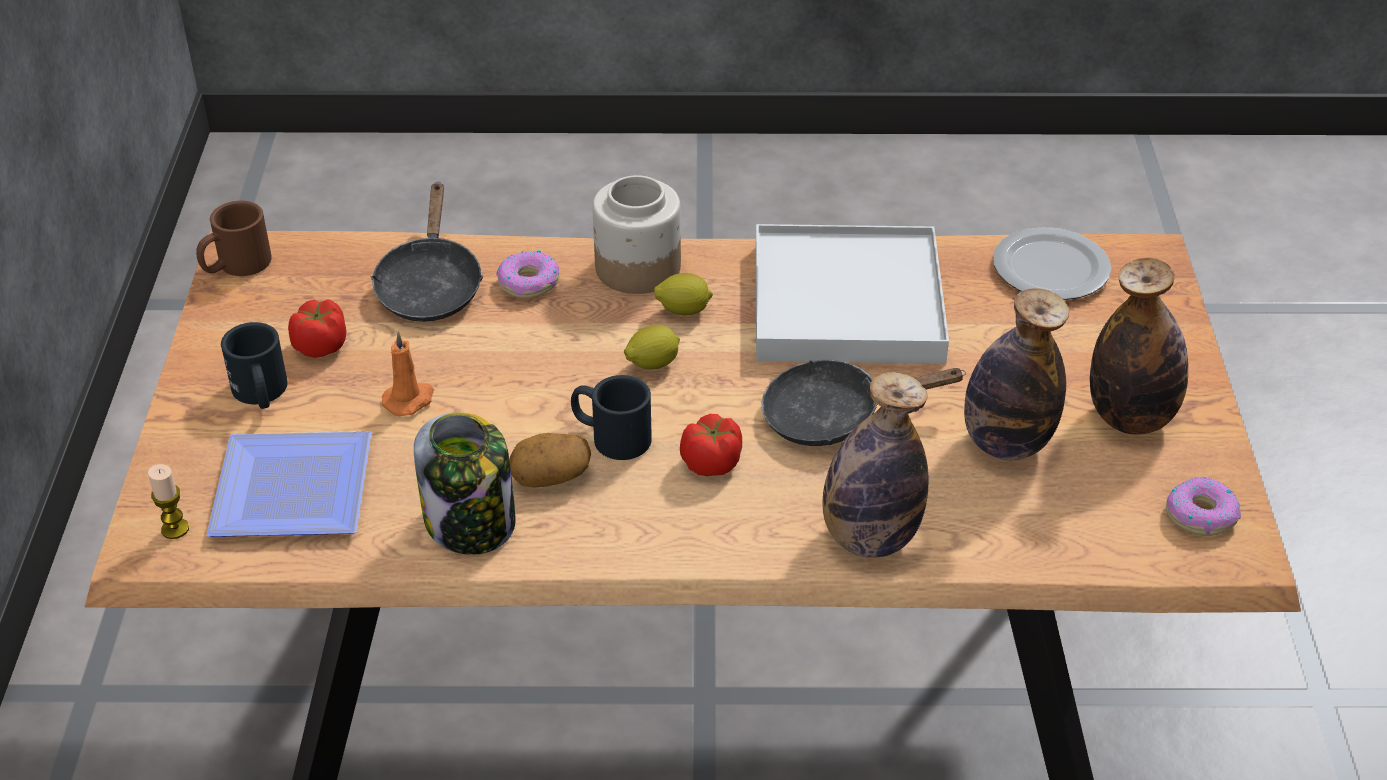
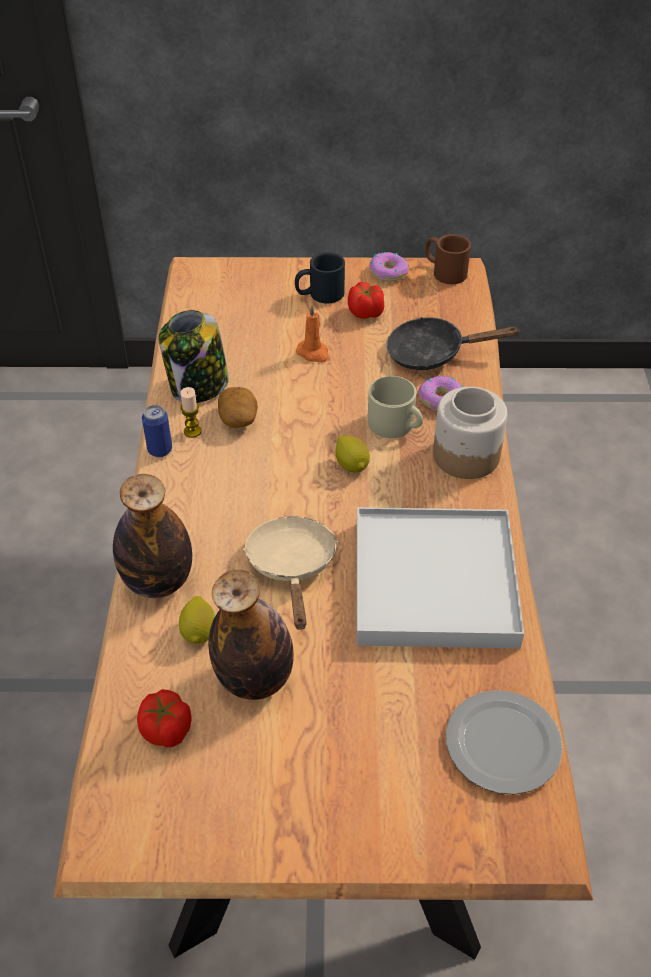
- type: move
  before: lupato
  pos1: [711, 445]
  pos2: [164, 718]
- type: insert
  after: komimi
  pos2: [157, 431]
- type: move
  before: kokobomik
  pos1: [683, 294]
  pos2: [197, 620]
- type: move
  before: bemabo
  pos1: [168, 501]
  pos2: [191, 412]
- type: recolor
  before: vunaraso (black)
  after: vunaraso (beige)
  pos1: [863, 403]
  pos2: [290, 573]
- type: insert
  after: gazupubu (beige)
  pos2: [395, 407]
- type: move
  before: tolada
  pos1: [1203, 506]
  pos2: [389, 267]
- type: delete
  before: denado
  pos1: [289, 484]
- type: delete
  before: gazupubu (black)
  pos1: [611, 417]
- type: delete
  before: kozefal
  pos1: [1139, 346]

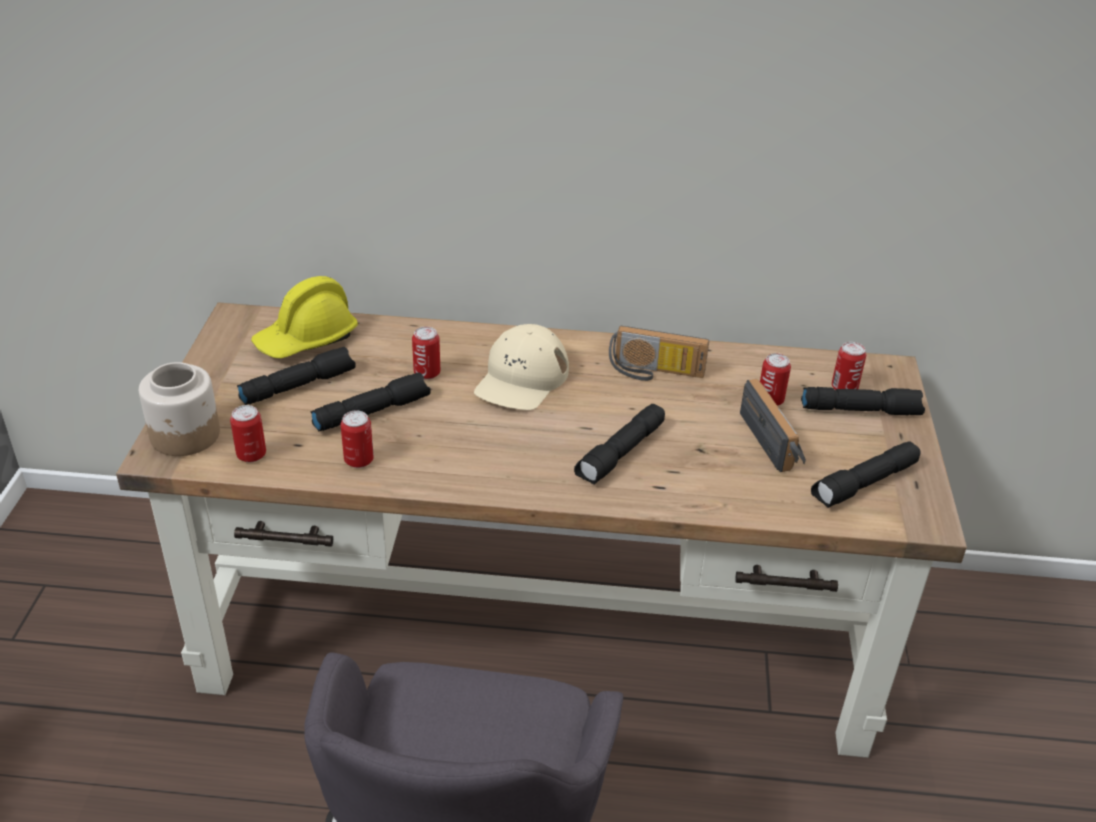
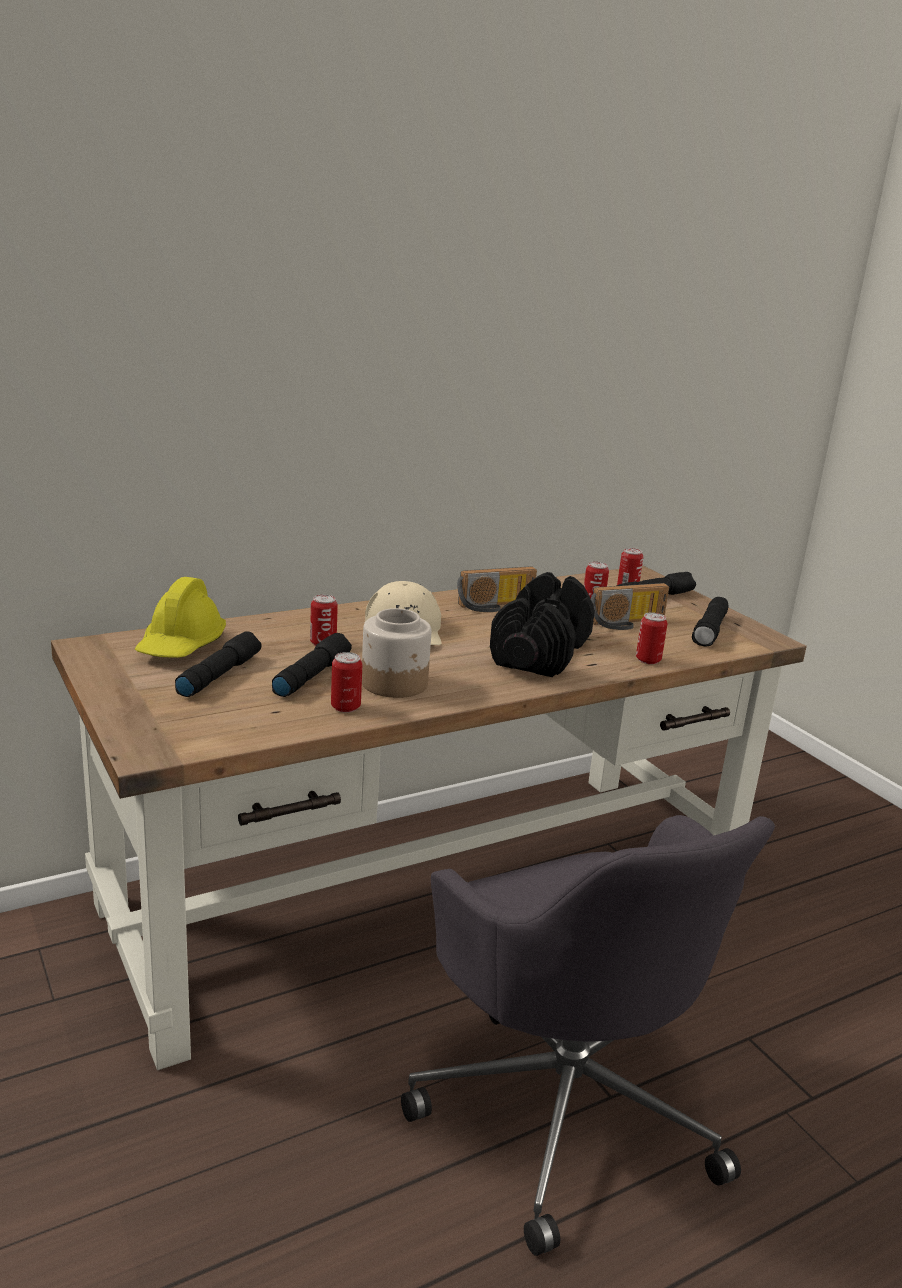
- type: move
  before: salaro
  pos1: [179, 409]
  pos2: [396, 653]
- type: replace
  before: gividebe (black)
  after: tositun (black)
  pos1: [619, 444]
  pos2: [542, 624]
- type: rotate
  before: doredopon
  pos1: [773, 425]
  pos2: [630, 606]
  turn: 120
- type: move
  before: komimi
  pos1: [248, 433]
  pos2: [652, 638]

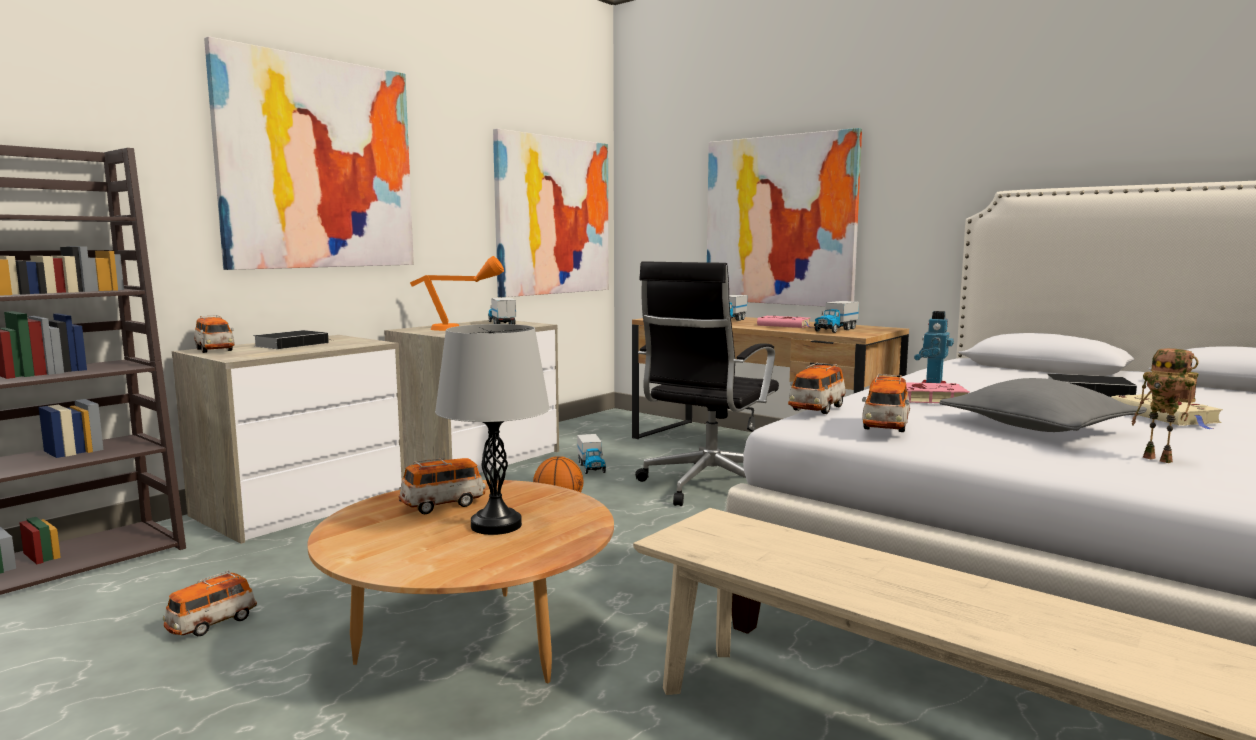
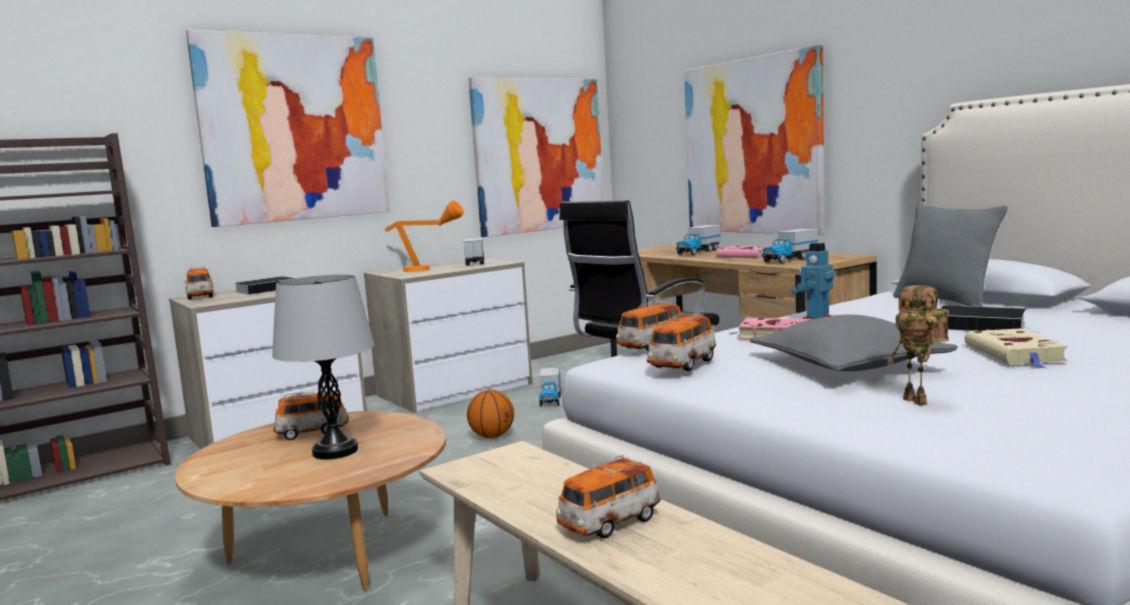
- type: move
  before: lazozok
  pos1: [210, 603]
  pos2: [608, 496]
- type: insert
  after: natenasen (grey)
  pos2: [950, 255]

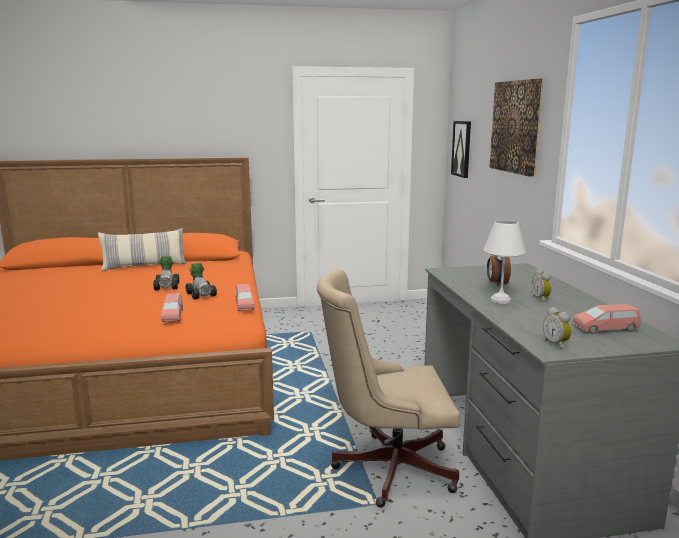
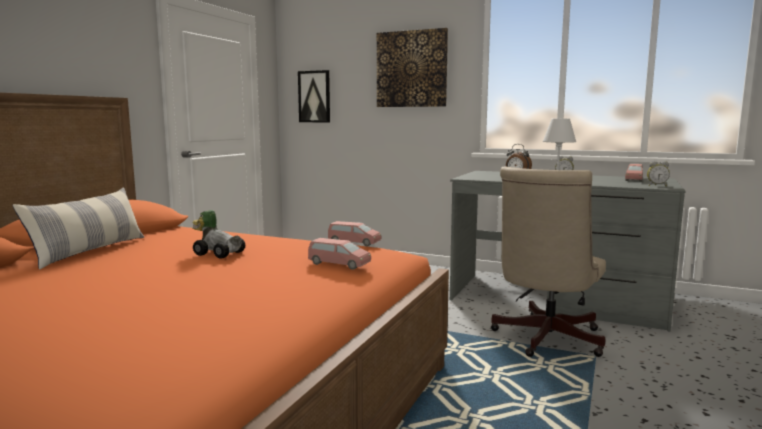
- type: delete
  before: lazozok
  pos1: [201, 281]

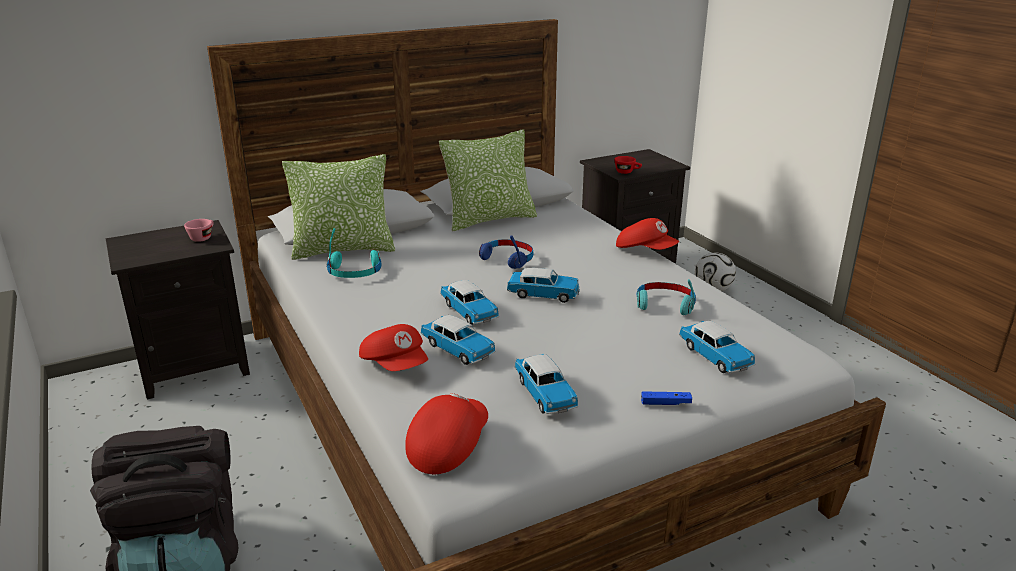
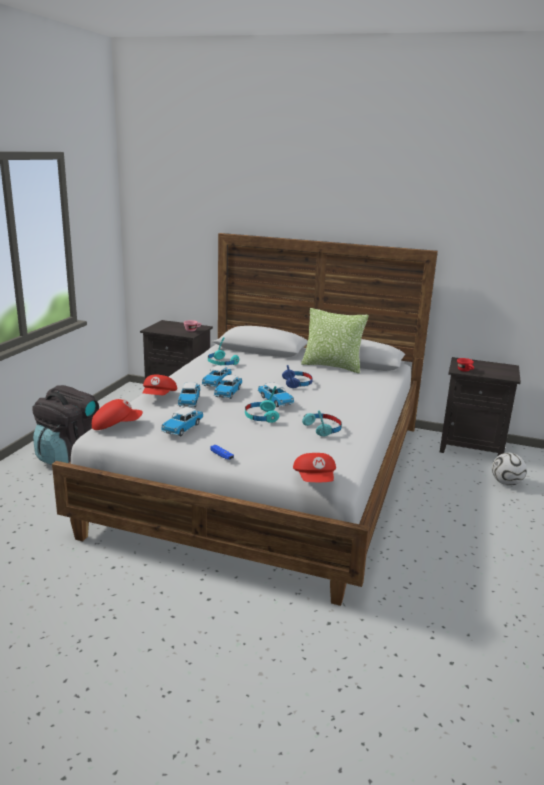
- type: move
  before: lazozok
  pos1: [717, 347]
  pos2: [217, 376]
- type: insert
  after: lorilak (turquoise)
  pos2: [262, 404]
- type: move
  before: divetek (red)
  pos1: [647, 234]
  pos2: [314, 467]
- type: delete
  before: natenasen
  pos1: [338, 207]

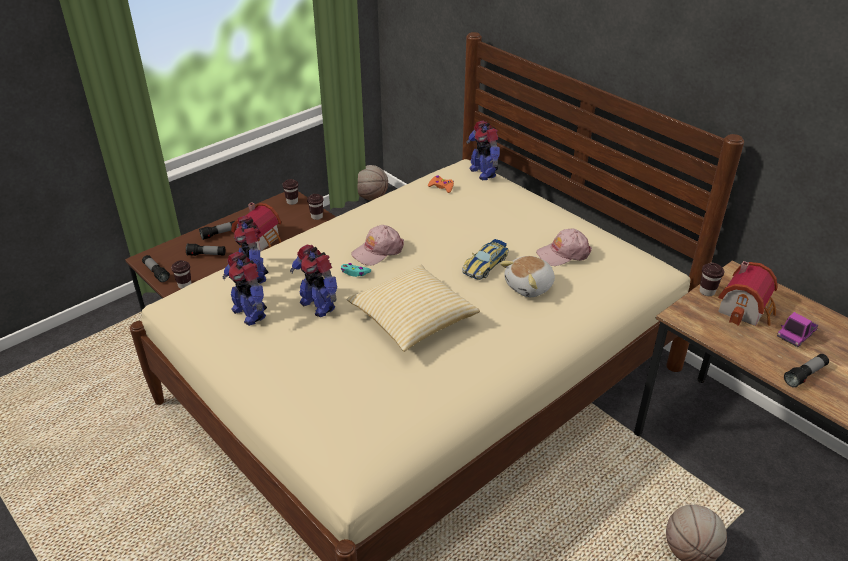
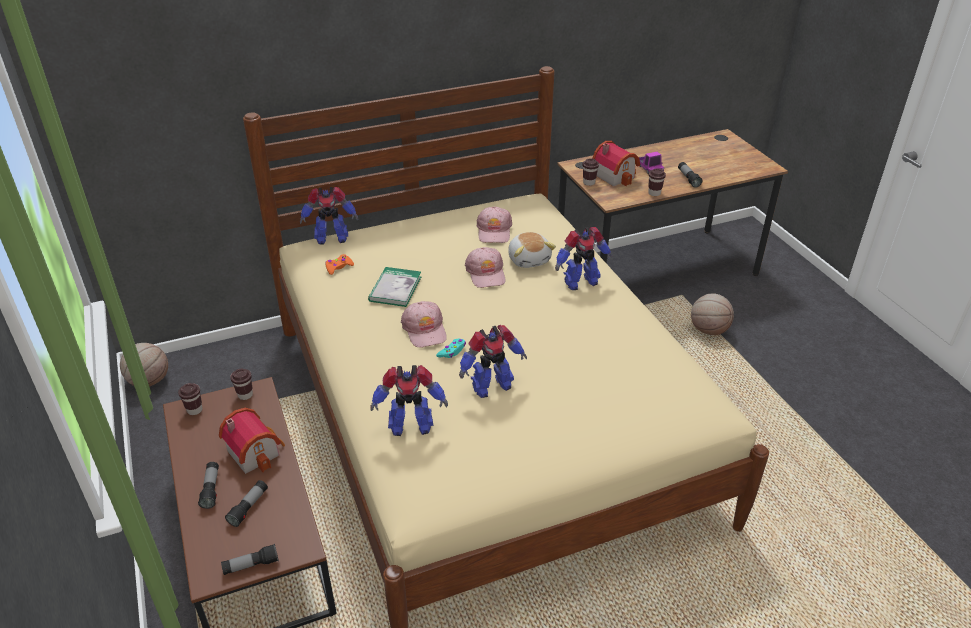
- type: insert
  after: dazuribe
  pos2: [394, 287]
- type: replace
  before: lazozok
  after: divetek (pink)
  pos1: [485, 259]
  pos2: [485, 267]
- type: move
  before: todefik
  pos1: [245, 289]
  pos2: [584, 258]
- type: move
  before: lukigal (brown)
  pos1: [181, 274]
  pos2: [657, 182]
- type: delete
  before: natenasen
  pos1: [413, 308]

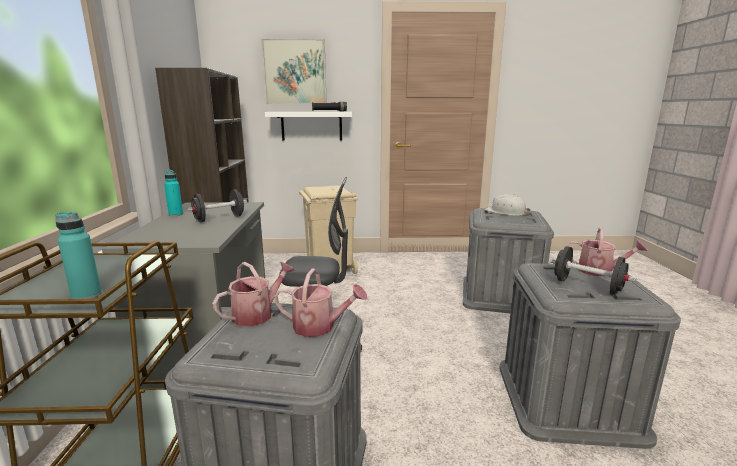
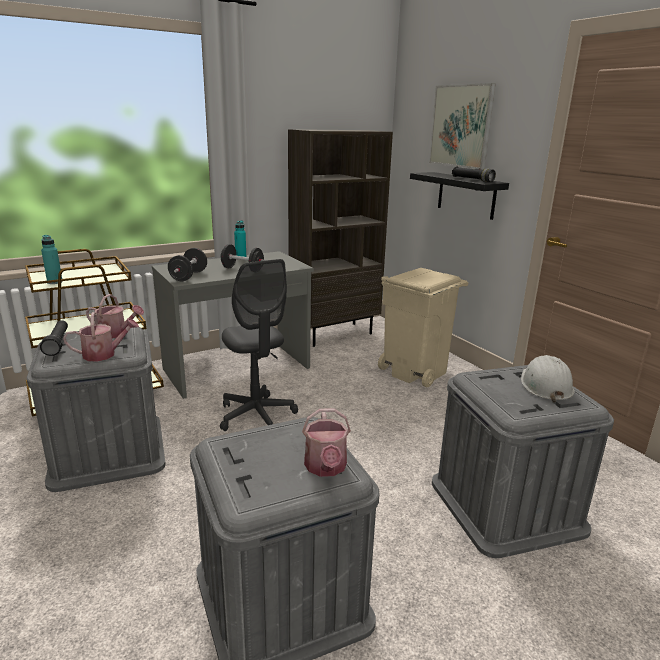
- type: insert
  after: gividebe (black)
  pos2: [54, 338]
- type: rotate
  before: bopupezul
  pos1: [320, 303]
  pos2: [101, 336]
  turn: -90
- type: move
  before: tositun (black)
  pos1: [593, 270]
  pos2: [187, 264]
- type: recolor
  before: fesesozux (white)
  after: fesesozux (black)
  pos1: [308, 126]
  pos2: [459, 196]

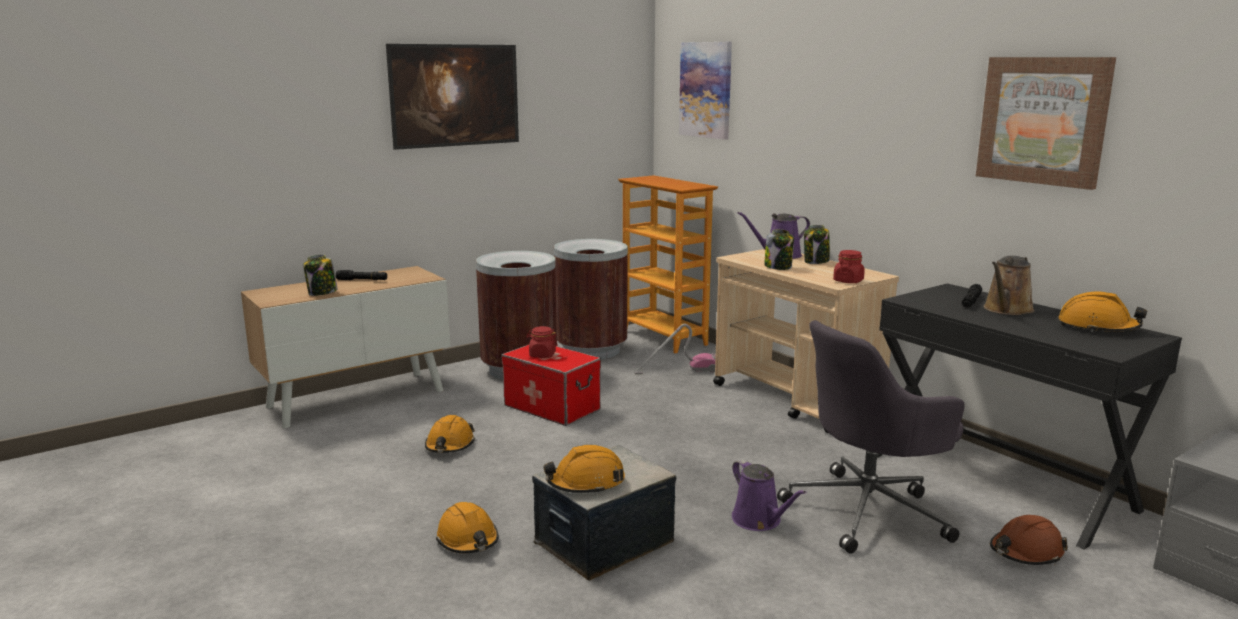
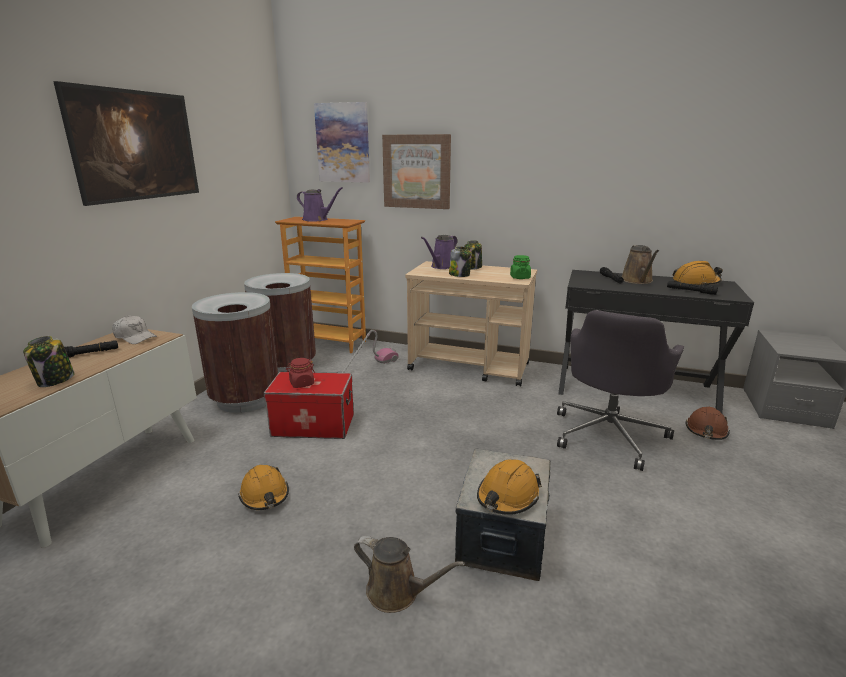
- type: insert
  after: divetek (white)
  pos2: [134, 330]
- type: move
  before: bopupezul (purple)
  pos1: [769, 495]
  pos2: [320, 204]
- type: replace
  before: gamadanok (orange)
  after: bopupezul (brown)
  pos1: [467, 527]
  pos2: [409, 574]
- type: move
  before: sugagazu
  pos1: [1046, 123]
  pos2: [416, 171]
- type: recolor
  before: salaro (red)
  after: salaro (green)
  pos1: [849, 266]
  pos2: [520, 267]
- type: insert
  after: gividebe (black)
  pos2: [692, 288]

